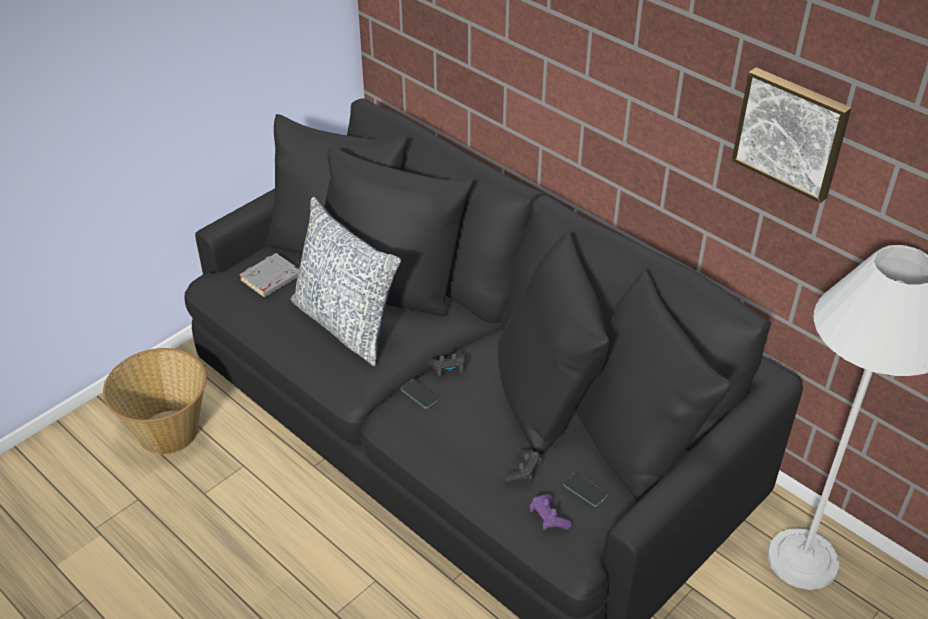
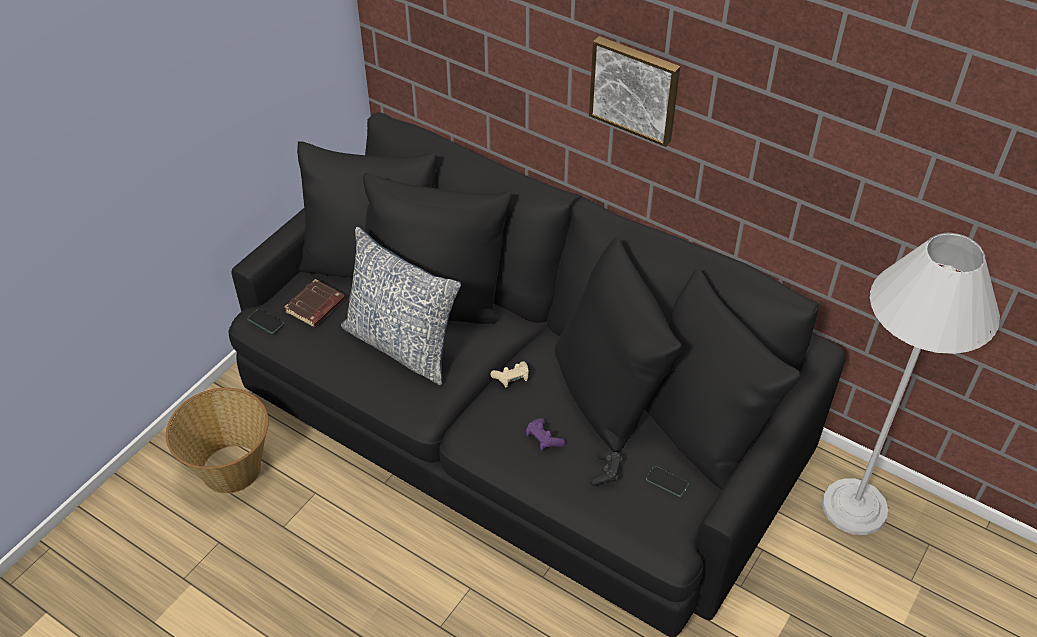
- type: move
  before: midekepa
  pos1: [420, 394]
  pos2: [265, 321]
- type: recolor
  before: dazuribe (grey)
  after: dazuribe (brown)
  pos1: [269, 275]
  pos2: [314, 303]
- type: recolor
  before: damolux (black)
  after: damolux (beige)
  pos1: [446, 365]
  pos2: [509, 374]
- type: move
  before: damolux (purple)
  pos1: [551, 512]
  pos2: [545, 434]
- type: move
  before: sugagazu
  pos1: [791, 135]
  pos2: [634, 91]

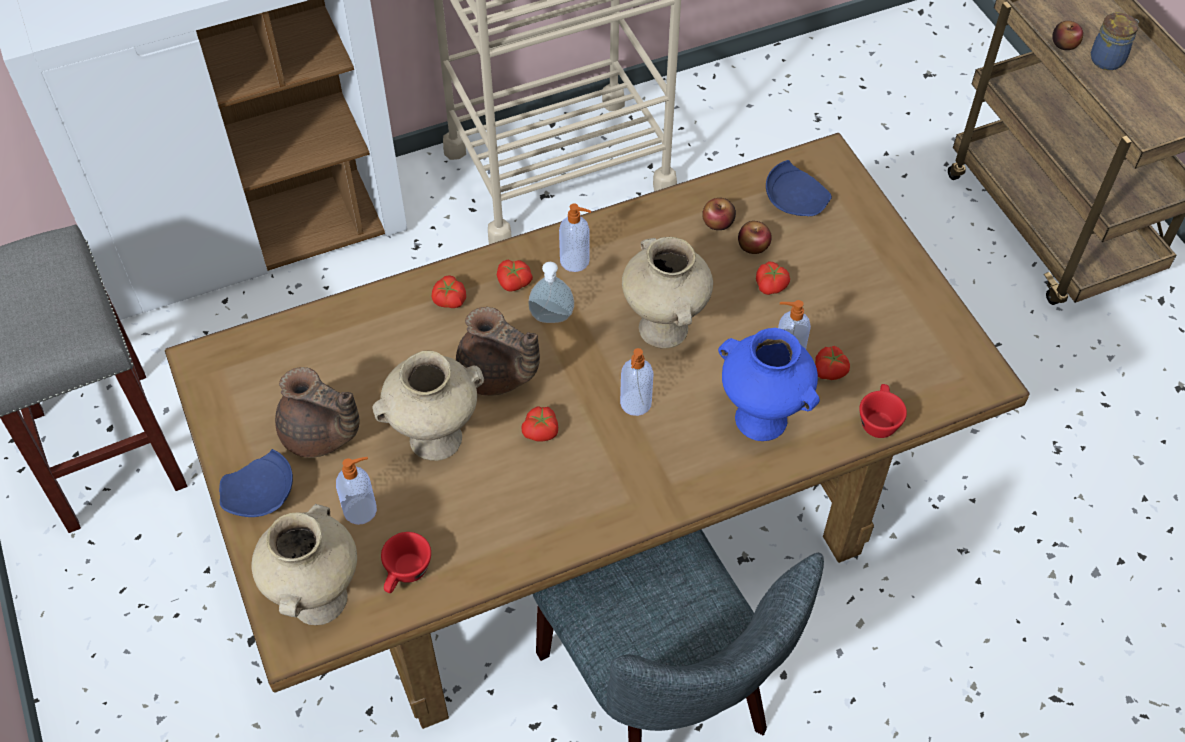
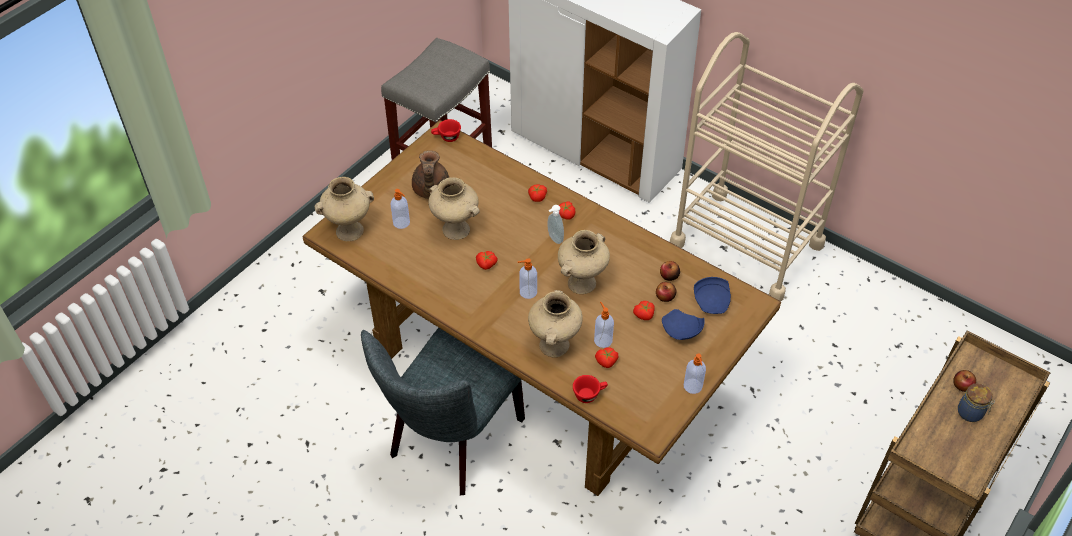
- type: move
  before: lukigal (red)
  pos1: [406, 562]
  pos2: [446, 130]
- type: recolor
  before: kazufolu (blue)
  after: kazufolu (beige)
  pos1: [769, 384]
  pos2: [555, 323]
- type: move
  before: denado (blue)
  pos1: [256, 483]
  pos2: [683, 324]
- type: move
  before: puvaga
  pos1: [575, 238]
  pos2: [695, 373]
- type: delete
  before: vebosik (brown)
  pos1: [498, 351]

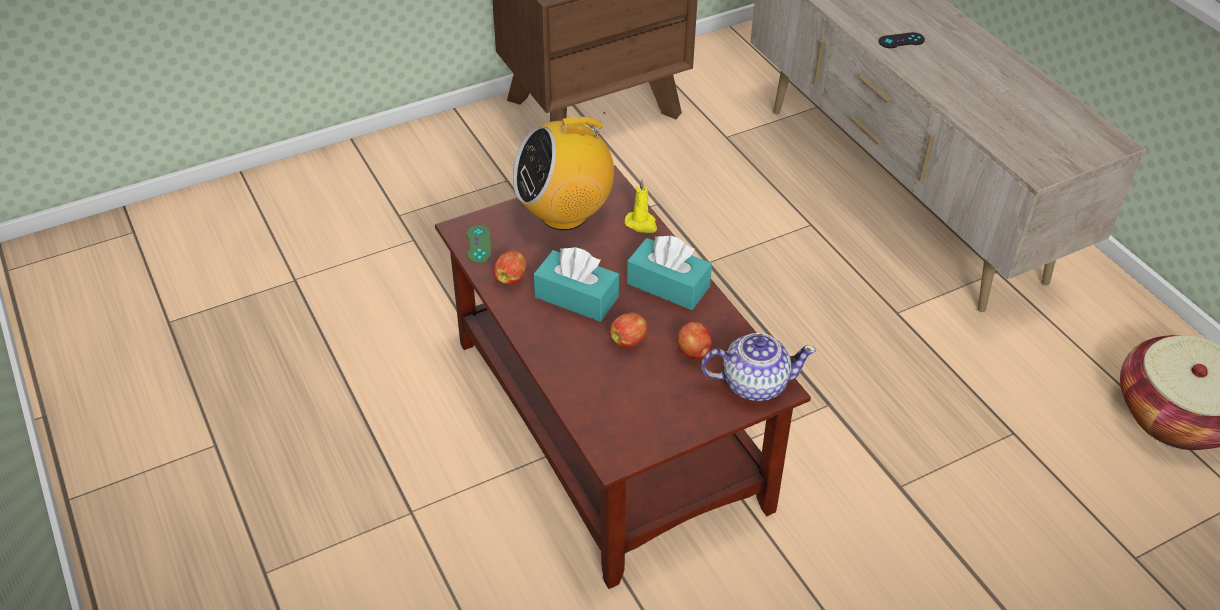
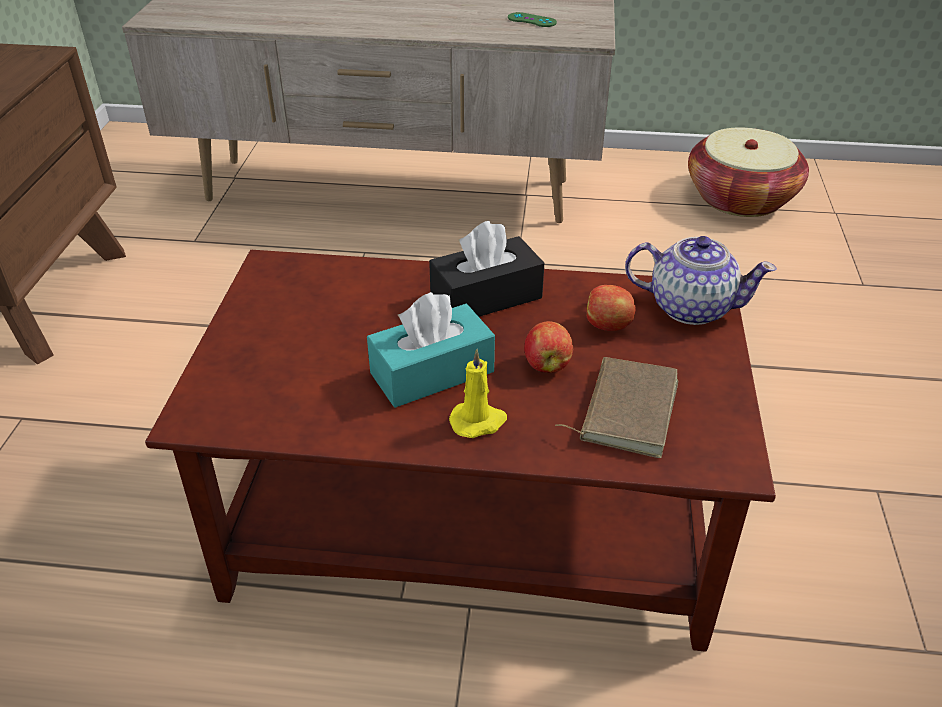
- type: recolor
  before: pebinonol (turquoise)
  after: pebinonol (black)
  pos1: [669, 272]
  pos2: [486, 269]
- type: move
  before: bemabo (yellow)
  pos1: [641, 206]
  pos2: [478, 393]
- type: move
  before: damolux (green)
  pos1: [479, 244]
  pos2: [532, 19]
- type: insert
  after: dazuribe (brown)
  pos2: [616, 407]
- type: rotate
  before: vebosik
  pos1: [758, 367]
  pos2: [701, 280]
  turn: 75
- type: delete
  before: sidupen
  pos1: [510, 268]
- type: delete
  before: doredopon
  pos1: [563, 171]
- type: delete
  before: damolux (black)
  pos1: [902, 40]

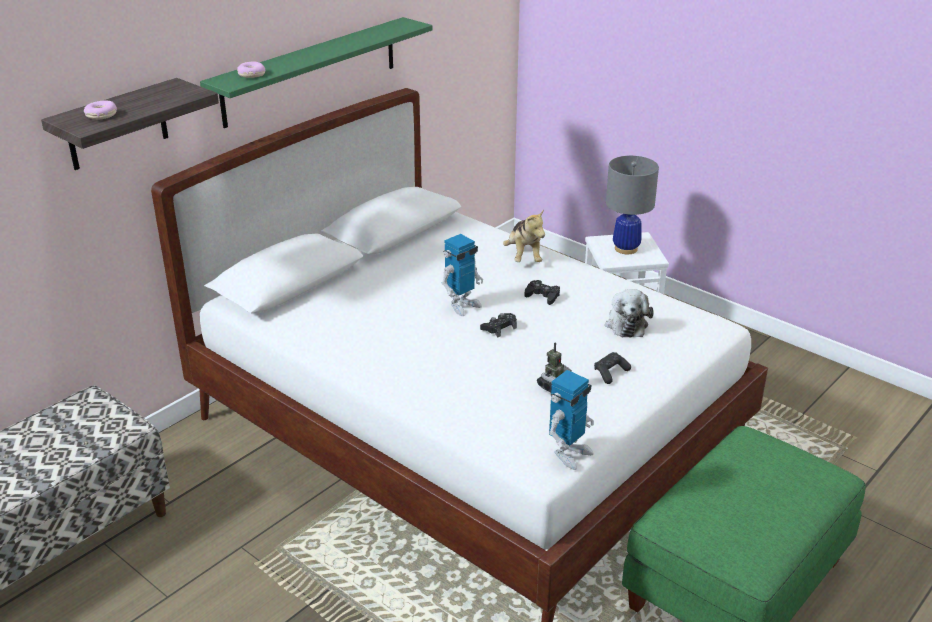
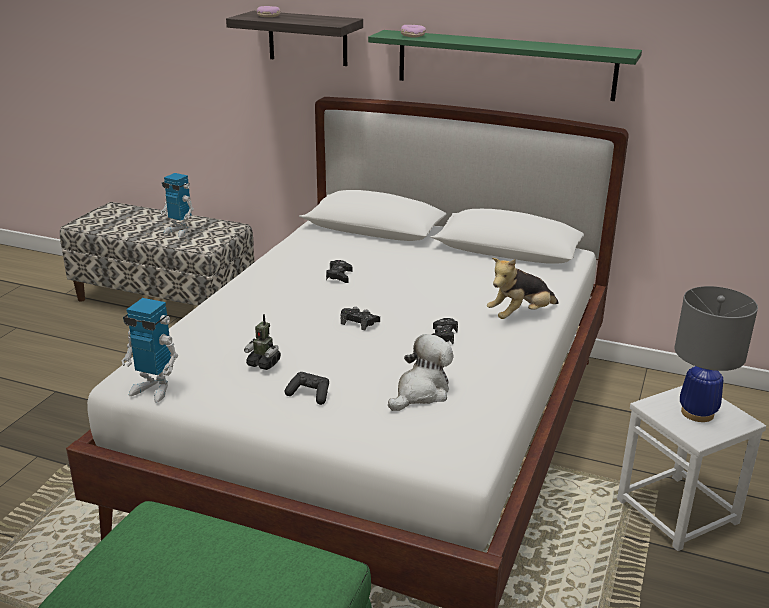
- type: move
  before: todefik
  pos1: [462, 275]
  pos2: [177, 205]
- type: insert
  after: damolux (black)
  pos2: [339, 271]
- type: rotate
  before: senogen
  pos1: [629, 313]
  pos2: [420, 372]
  turn: 150

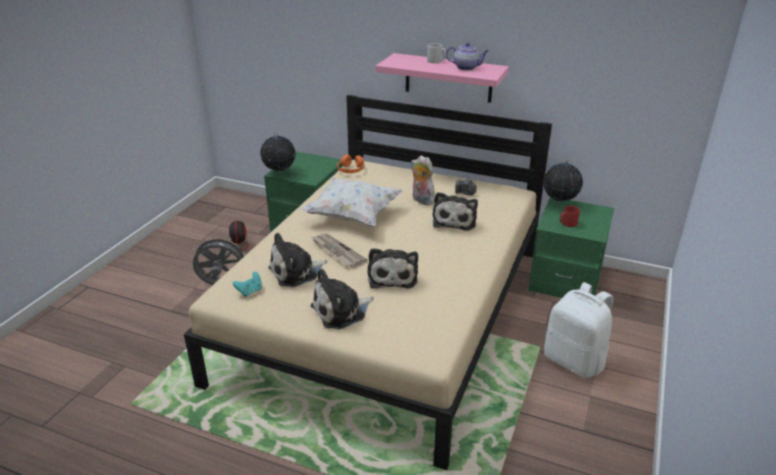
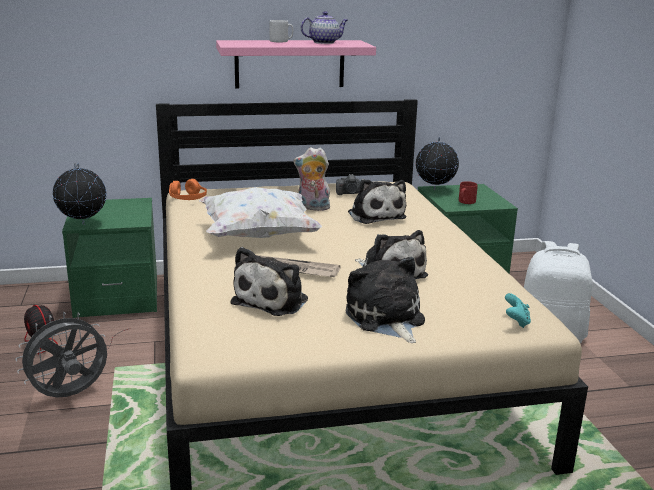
- type: rotate
  before: senogen
  pos1: [342, 299]
  pos2: [385, 300]
  turn: 135
- type: move
  before: damolux (turquoise)
  pos1: [247, 284]
  pos2: [518, 310]

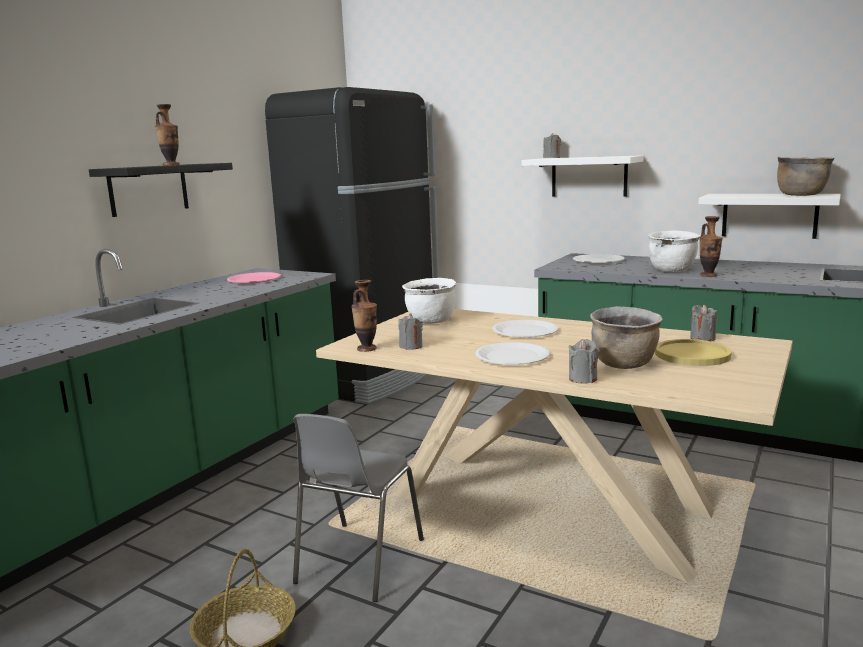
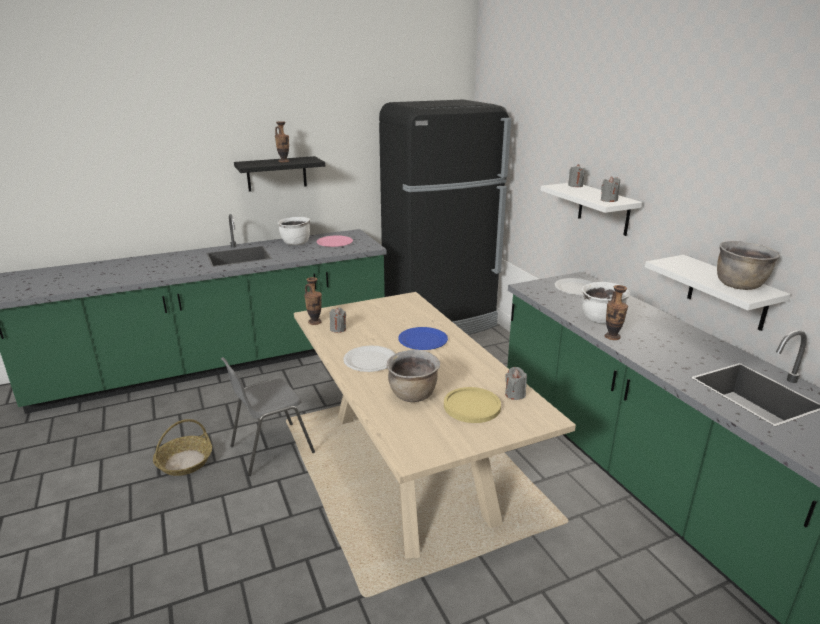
- type: move
  before: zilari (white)
  pos1: [429, 301]
  pos2: [293, 231]
- type: recolor
  before: denado (white)
  after: denado (blue)
  pos1: [525, 328]
  pos2: [423, 338]
- type: move
  before: bemabo (grey)
  pos1: [583, 361]
  pos2: [610, 189]

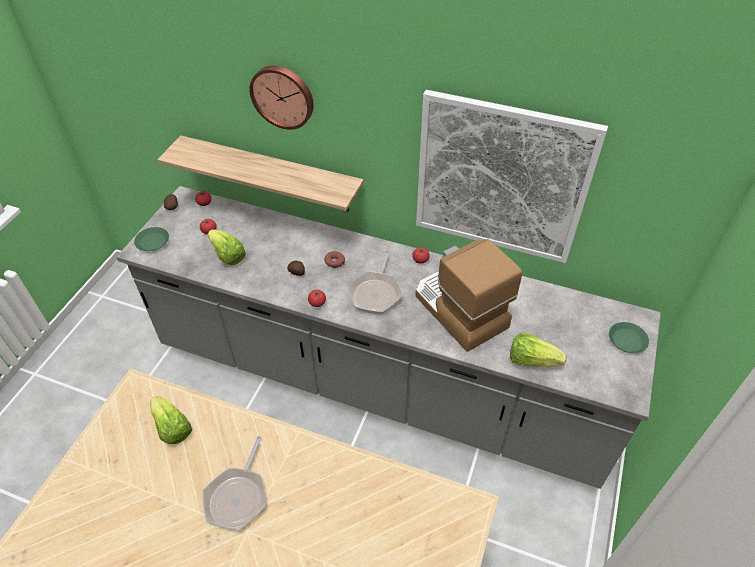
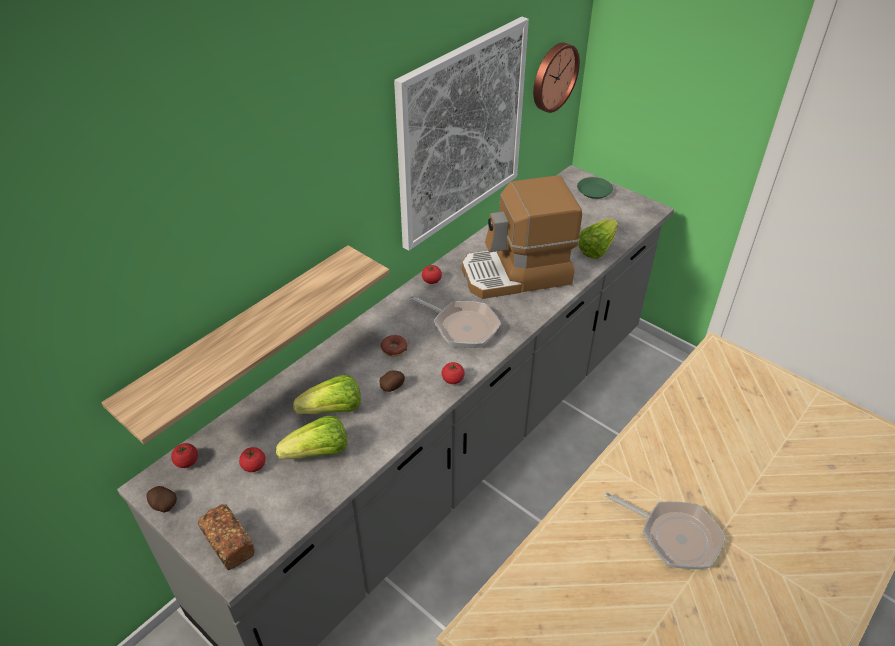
- type: replace
  before: denado (green)
  after: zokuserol
  pos1: [151, 239]
  pos2: [226, 537]
- type: move
  before: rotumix
  pos1: [171, 420]
  pos2: [327, 394]
- type: move
  before: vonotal
  pos1: [281, 98]
  pos2: [556, 78]

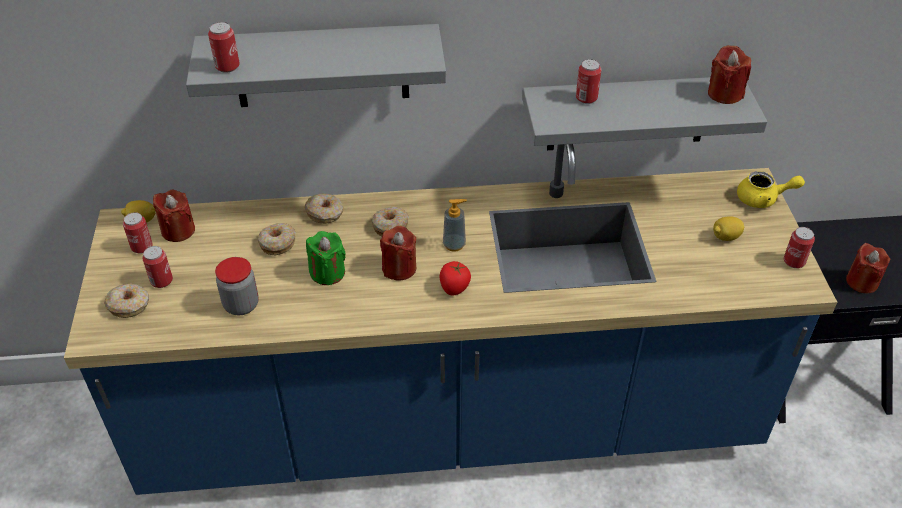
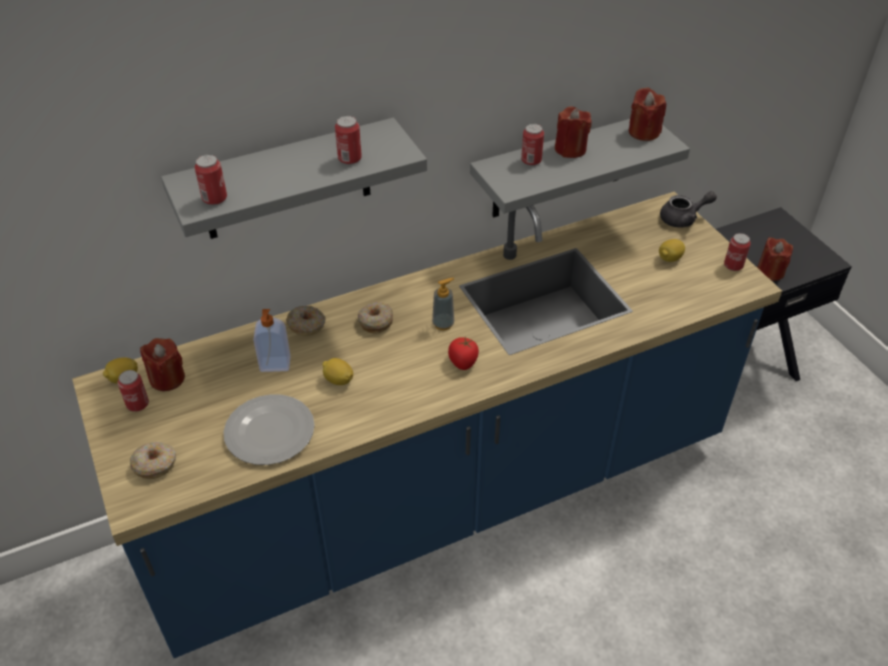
- type: replace
  before: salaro
  after: denado
  pos1: [237, 286]
  pos2: [269, 429]
- type: replace
  before: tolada
  after: puvaga
  pos1: [277, 239]
  pos2: [272, 340]
- type: replace
  before: bemabo (green)
  after: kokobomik
  pos1: [326, 258]
  pos2: [337, 371]
- type: move
  before: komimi
  pos1: [157, 267]
  pos2: [348, 140]
- type: move
  before: bemabo (red)
  pos1: [398, 253]
  pos2: [573, 132]
- type: recolor
  before: vebosik (yellow)
  after: vebosik (grey)
  pos1: [771, 189]
  pos2: [688, 209]

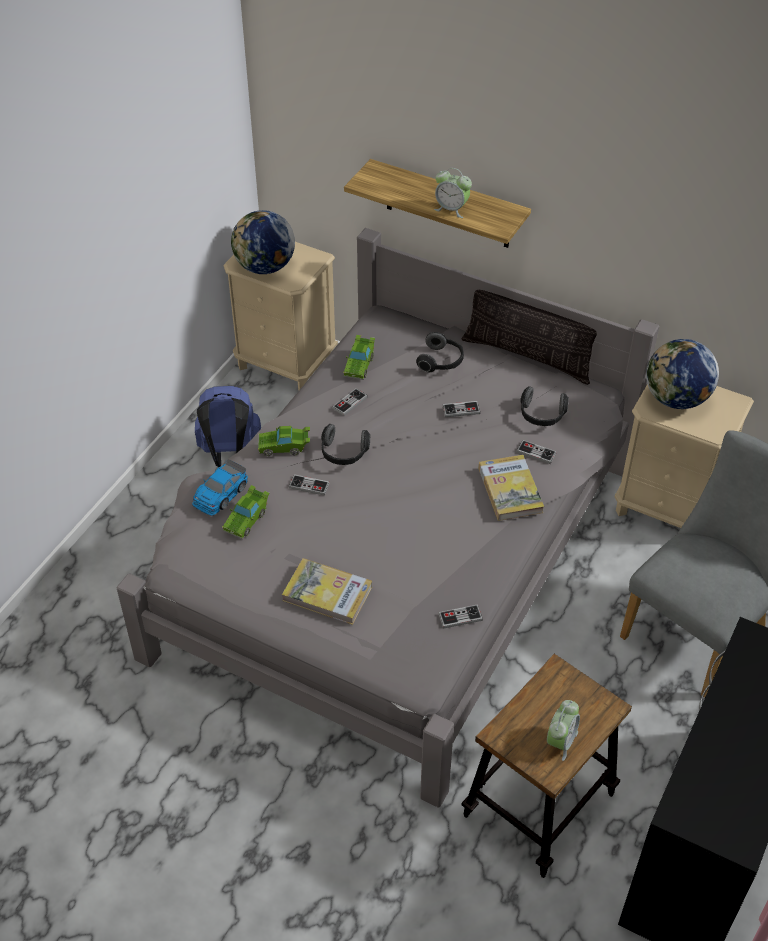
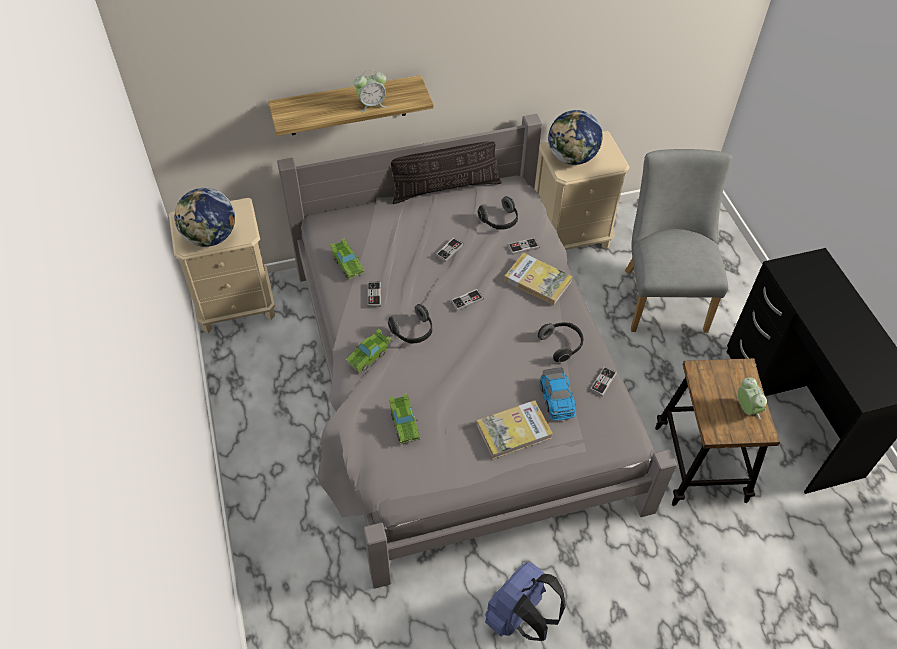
- type: move
  before: damolux
  pos1: [309, 485]
  pos2: [467, 300]
- type: move
  before: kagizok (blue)
  pos1: [228, 426]
  pos2: [525, 601]
- type: move
  before: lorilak
  pos1: [440, 352]
  pos2: [560, 342]
- type: move
  before: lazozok
  pos1: [220, 488]
  pos2: [557, 394]

